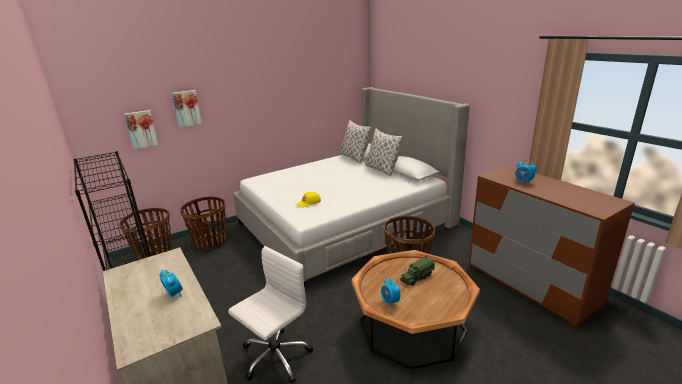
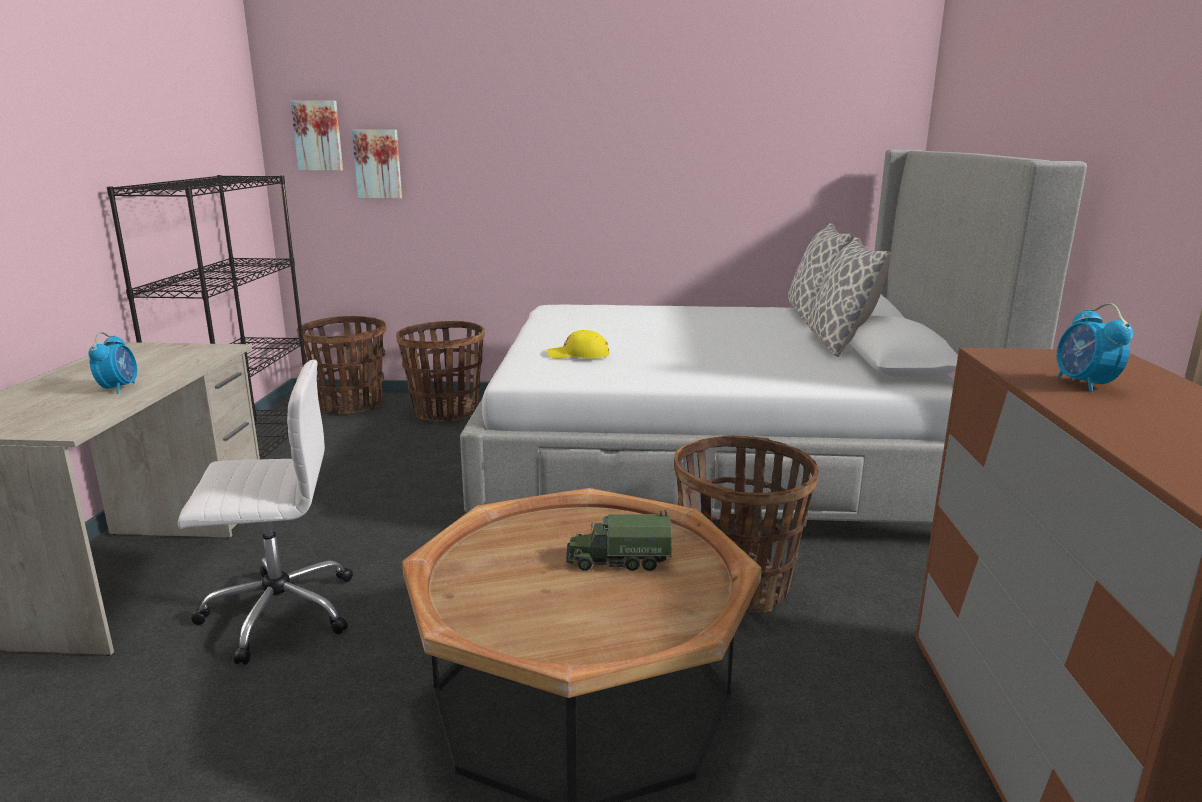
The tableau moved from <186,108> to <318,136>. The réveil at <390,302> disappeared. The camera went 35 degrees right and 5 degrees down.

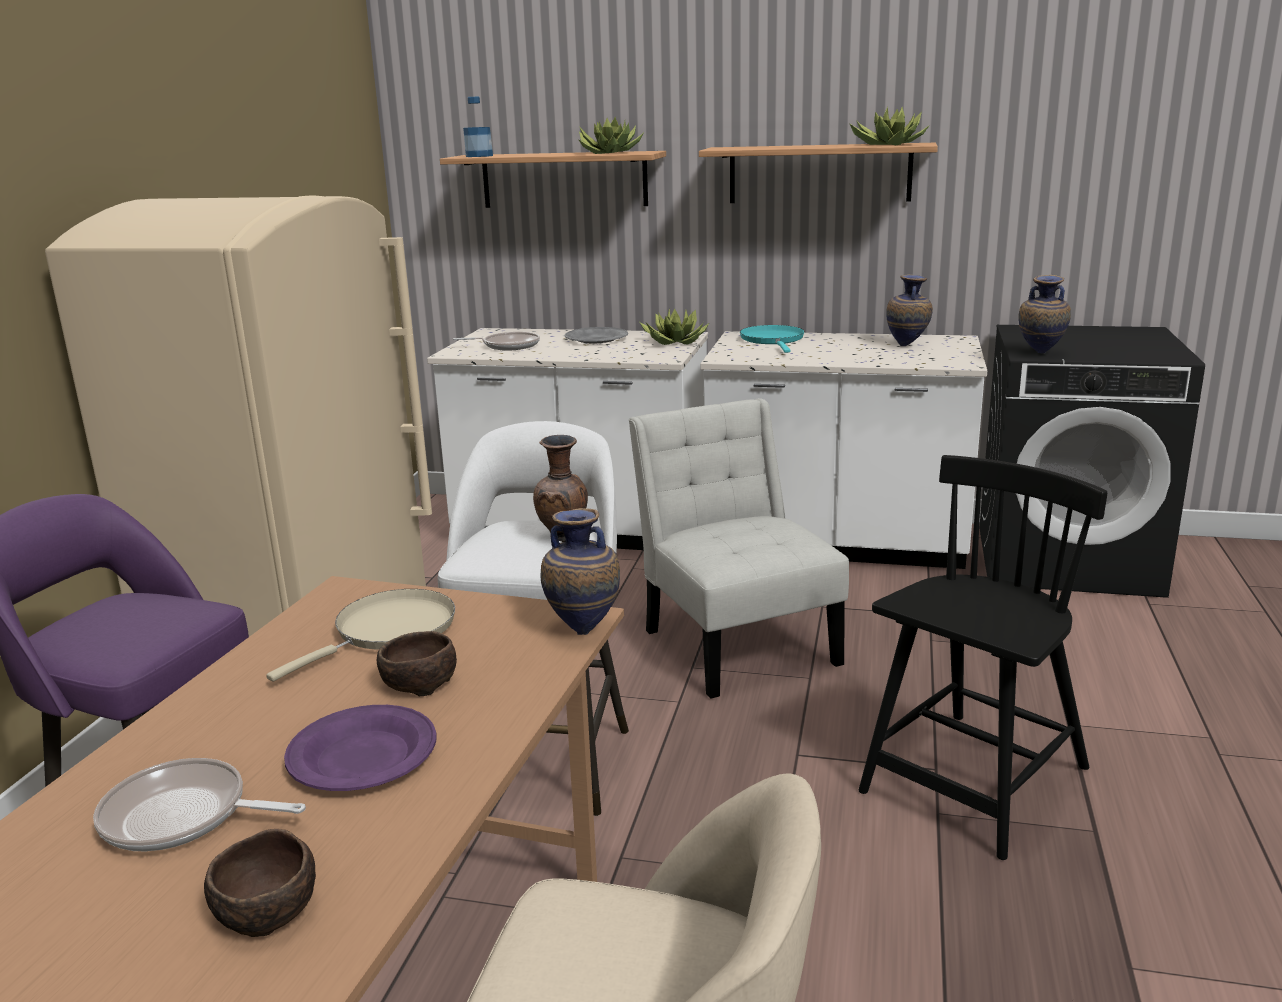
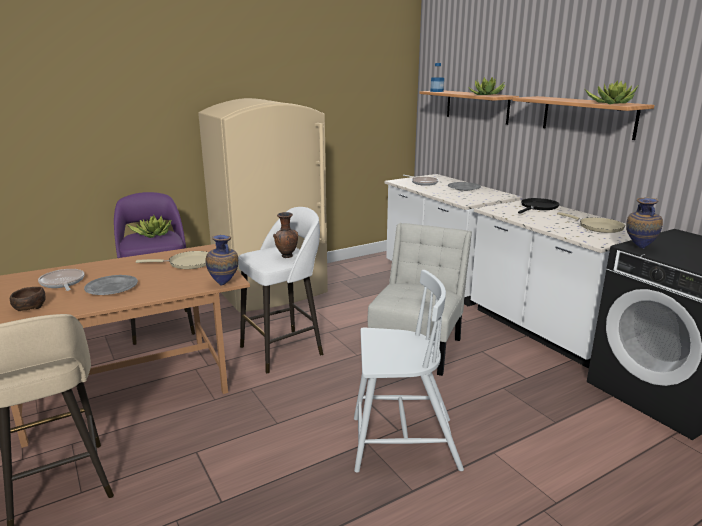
The assiette [violet] at <362,755> became the assiette [gris] at <111,288>. The bol [marron] at <418,683> disappeared. The plante en pot moved from <673,342> to <153,234>. The poêle [turquoise] at <773,340> became the poêle [noir] at <538,207>. The chaise [noir] at <974,783> became the chaise [blanc] at <402,443>. The vase at <907,346> was replaced by the poêle [beige] at <597,227>. The camera went 45 degrees right and 0 degrees up.

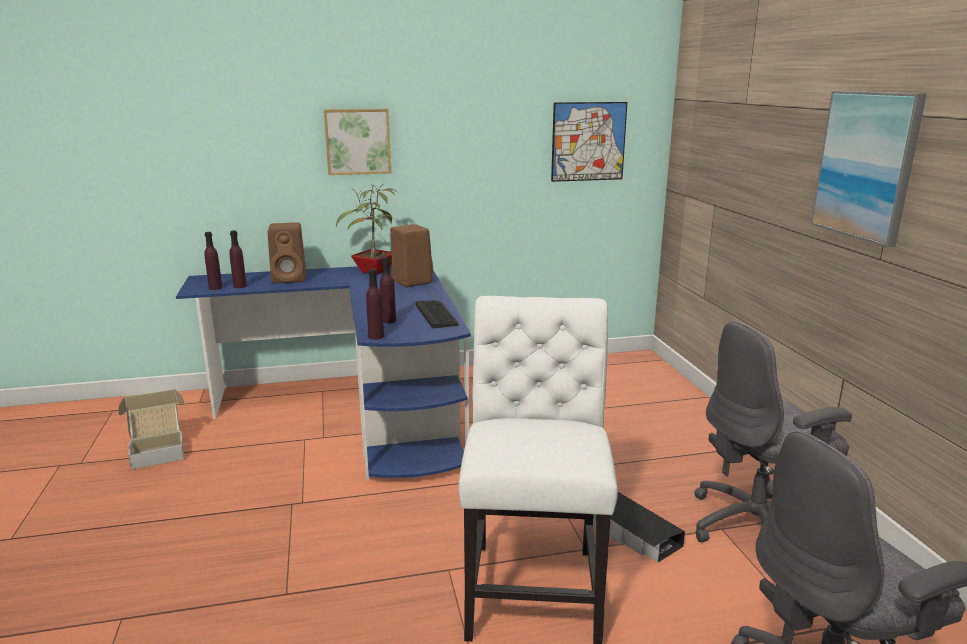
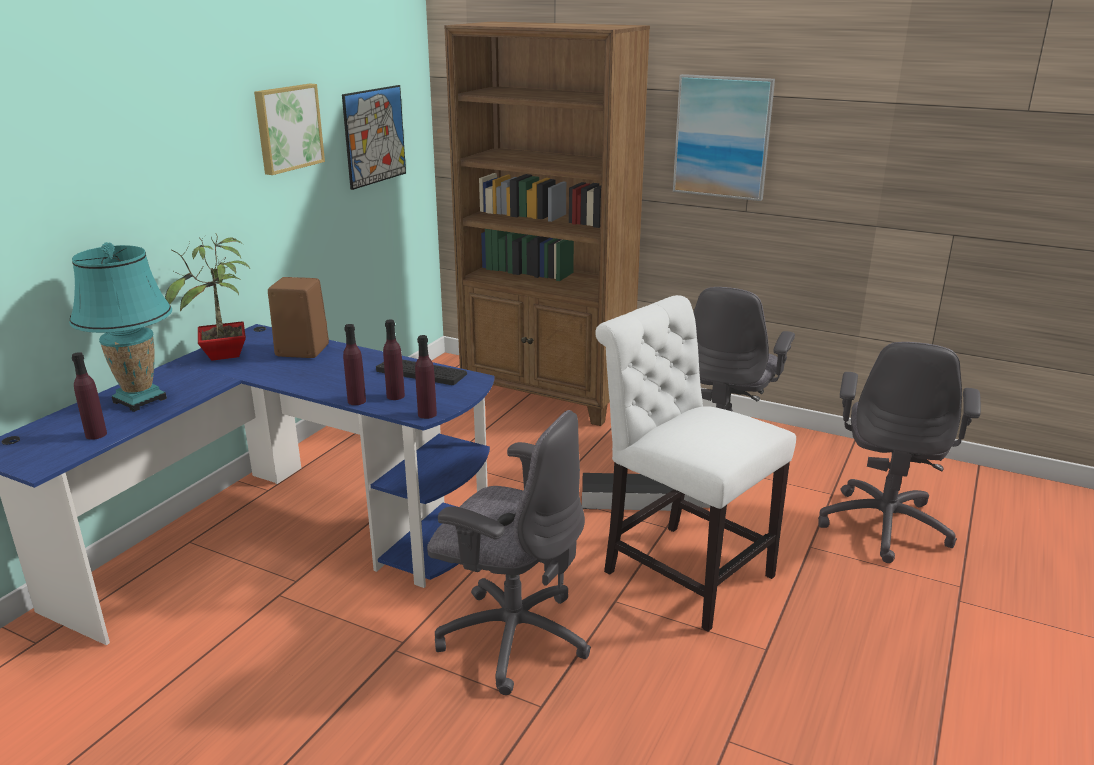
The carton at <158,450> disappeared. The bouteille [violet] moved from <215,288> to <356,401>. The enceinte [marron] at <290,278> was replaced by the lampe de table [turquoise] at <140,400>. The tableau moved from <357,141> to <287,128>. The chaise de bureau [gris] at <512,636> appeared. The bibliothèque [marron] at <548,396> appeared. The camera went 50 degrees left and 5 degrees up.

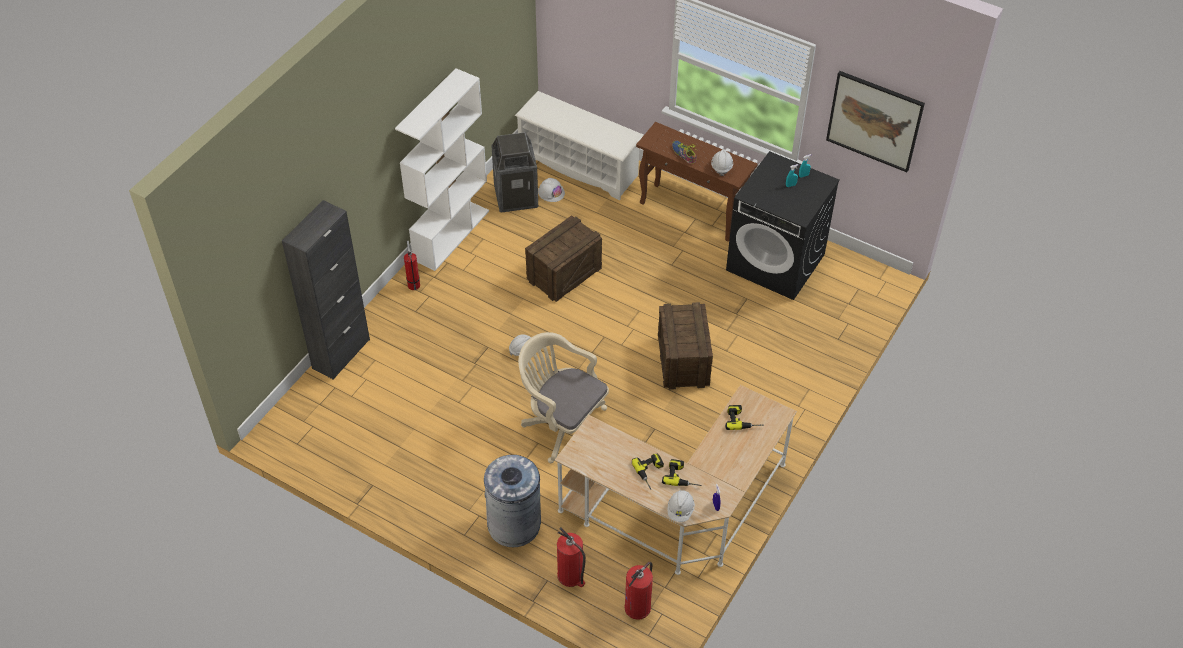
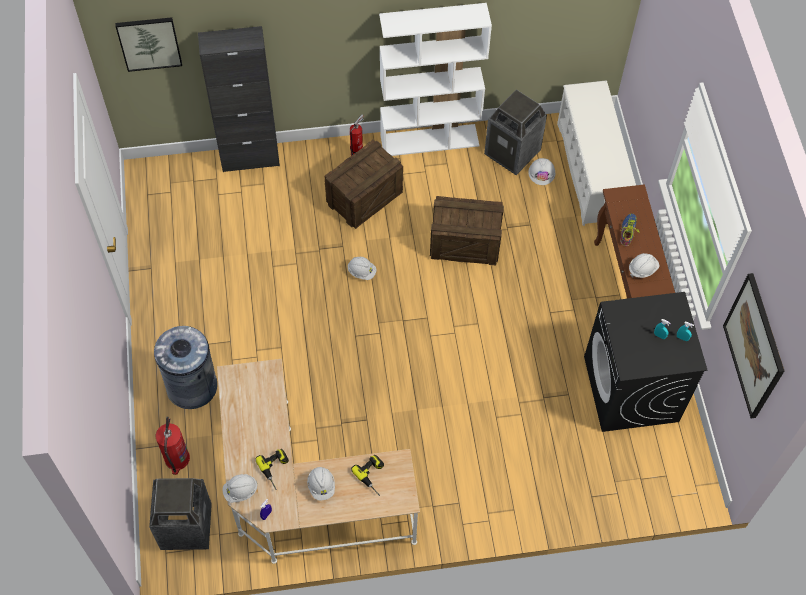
The chaise de bureau [beige] at <563,426> disappeared. The extincteur at <638,607> was replaced by the poubelle at <186,527>. The perceuse at <651,473> disappeared. The caisse moved from <683,361> to <364,198>. The tableau at <149,43> appeared. The casque de chantier [blanc] at <321,486> appeared. The camera went 50 degrees right and 10 degrees up.

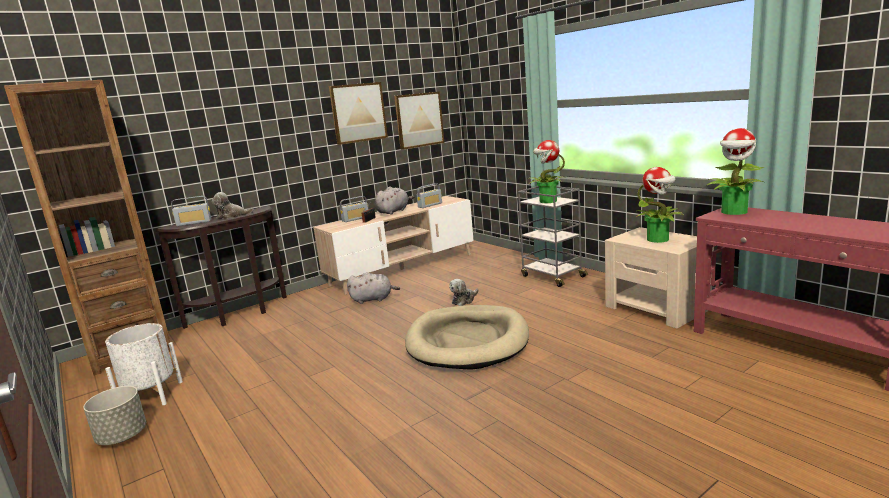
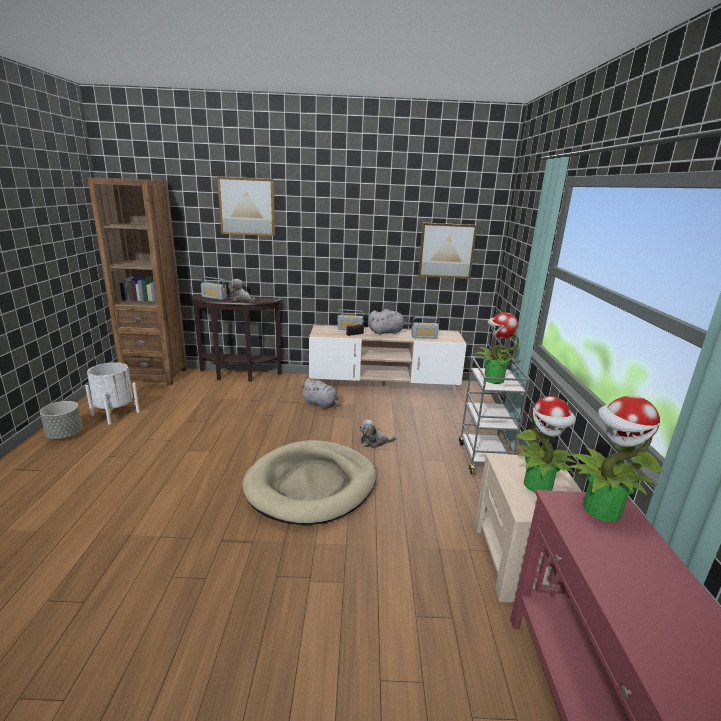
The tableau moved from <358,113> to <247,206>. The camera went 35 degrees right and 5 degrees up.

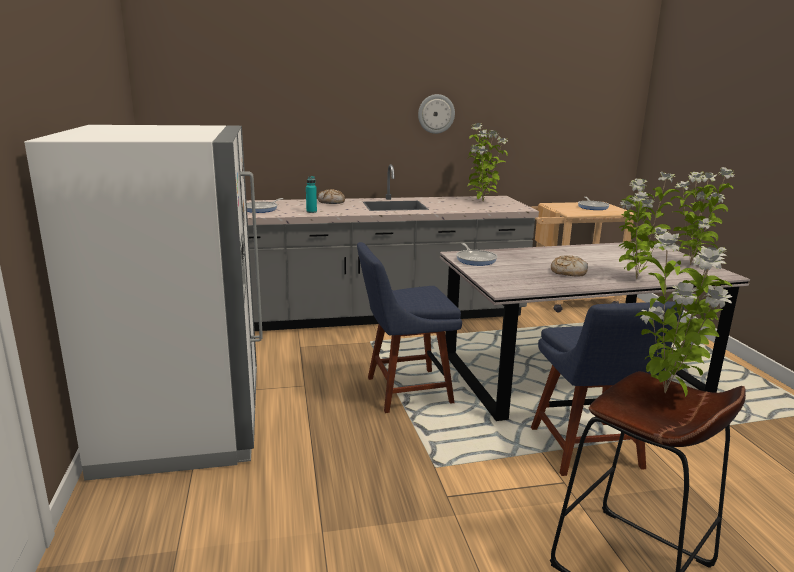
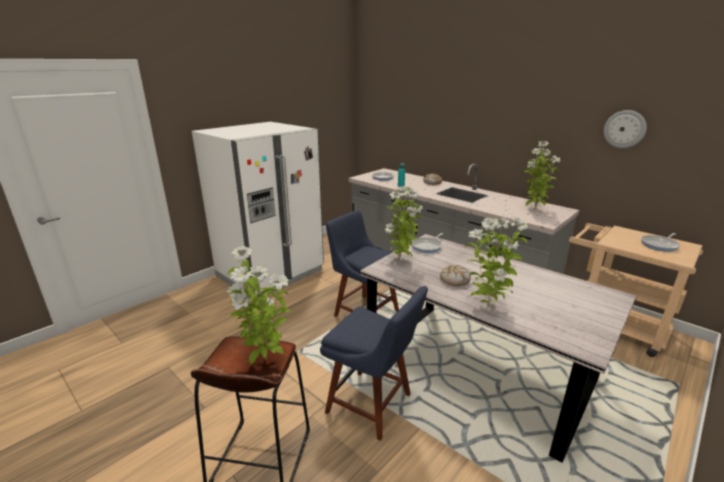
The horloge murale moved from <436,114> to <624,129>. The chaise [bleu] at <588,451> turned 105 degrees counterclockwise. The plante en pot moved from <690,264> to <400,260>. The camera went 55 degrees right and 5 degrees up.

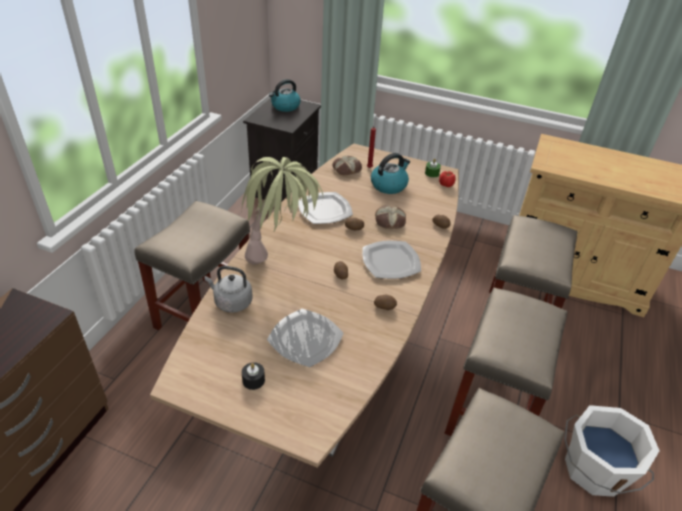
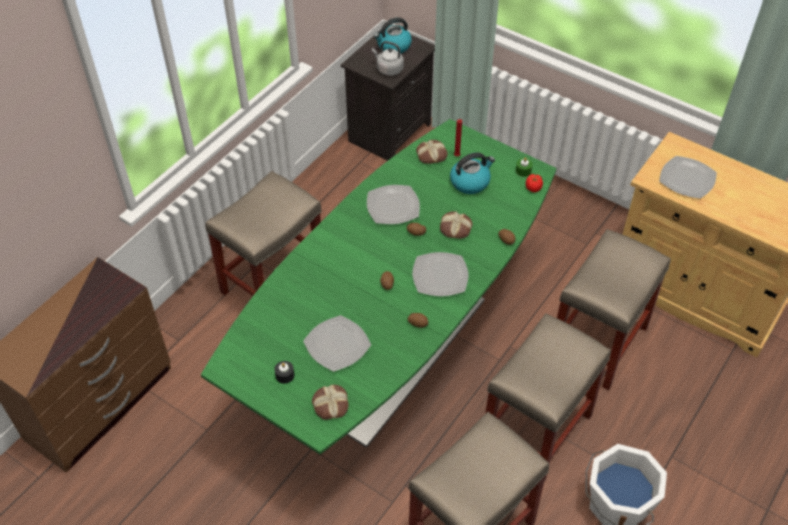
The table à manger [marron] at <335,355> became the table à manger [vert] at <394,349>. The bouilloire [gris] moved from <231,302> to <388,69>. The plante en pot at <281,255> disappeared. The pain at <330,404> appeared. The assiette at <687,179> appeared. The camera went 15 degrees right and 10 degrees up.

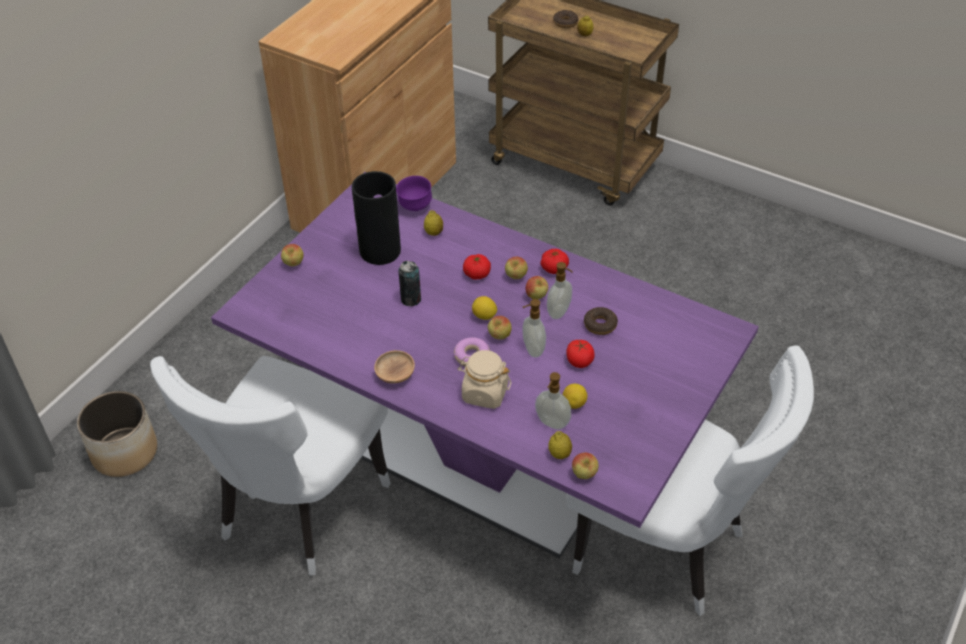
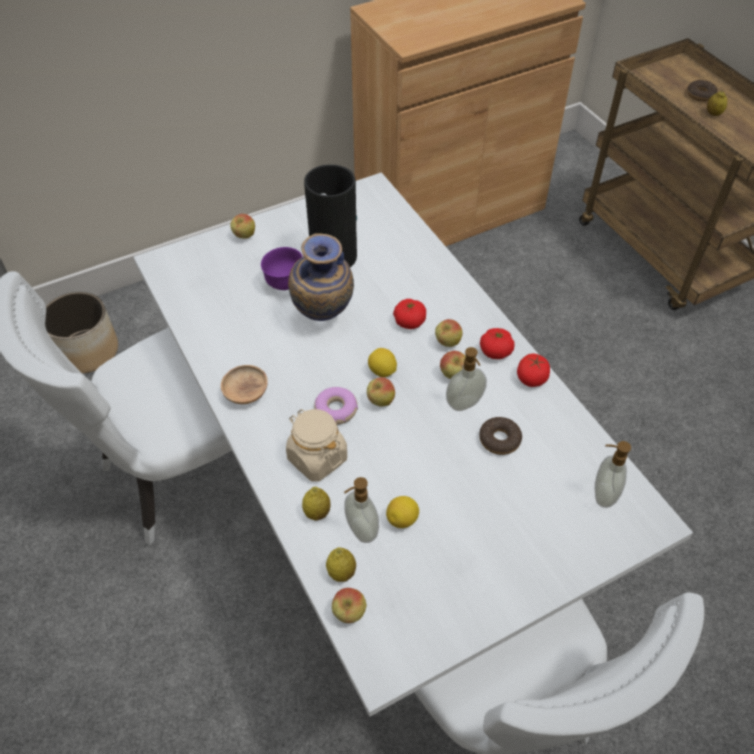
The table à manger [violet] at <484,457> became the table à manger [blanc] at <377,509>. The bol [violet] moved from <415,207> to <285,284>. The boîte métallique at <411,299> was replaced by the vase at <323,320>. The citron moved from <433,233> to <317,512>. The distributeur de savon moved from <532,349> to <602,494>. The tomate moved from <579,360> to <532,378>. The camera went 30 degrees right and 5 degrees up.

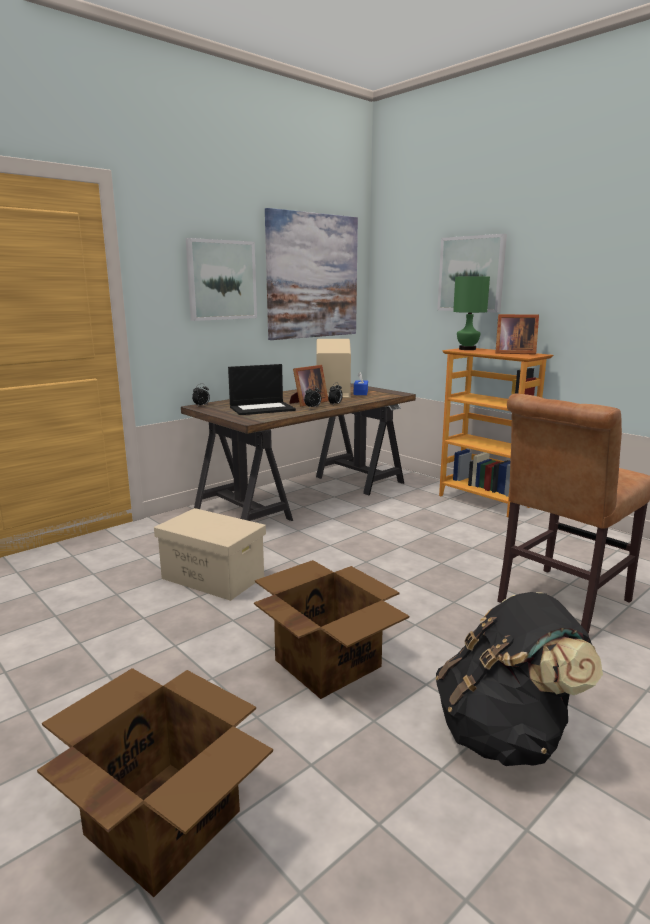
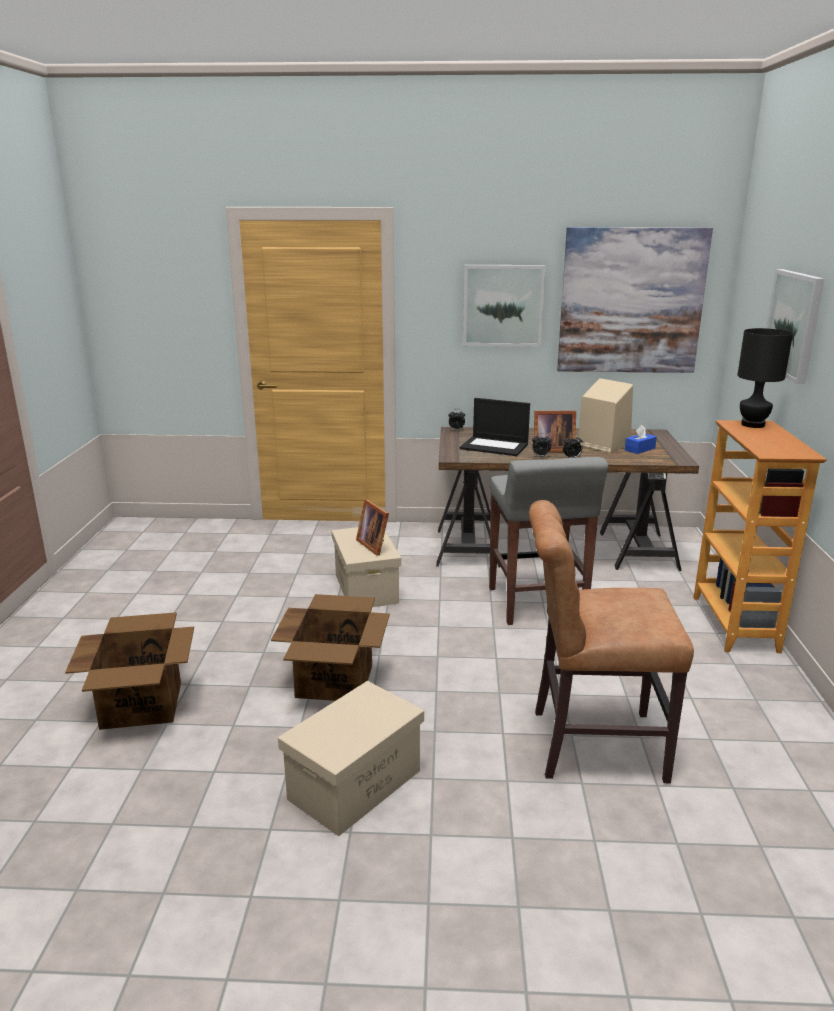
The sac à dos [noir] at <505,734> was replaced by the boîte de rangement [beige] at <354,785>. The lampe de table [vert] at <467,349> became the lampe de table [noir] at <752,425>. The cadre photo moved from <513,353> to <374,545>. The tabouret [gris] at <536,604> appeared. The camera went 45 degrees right and 5 degrees up.

